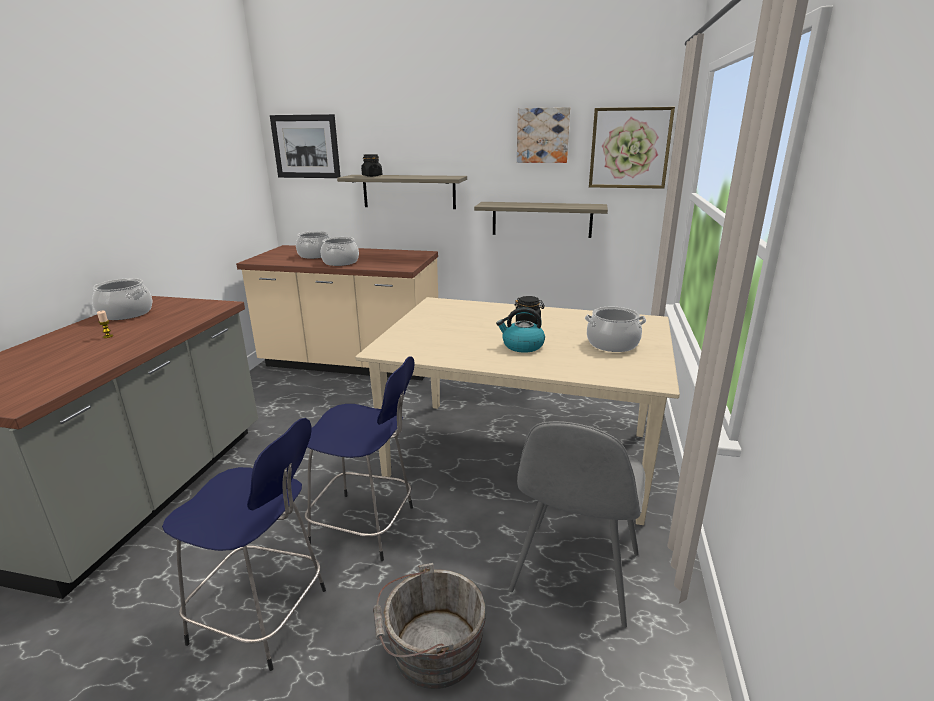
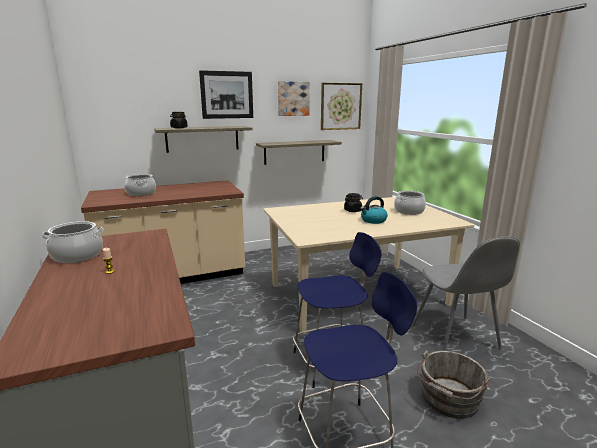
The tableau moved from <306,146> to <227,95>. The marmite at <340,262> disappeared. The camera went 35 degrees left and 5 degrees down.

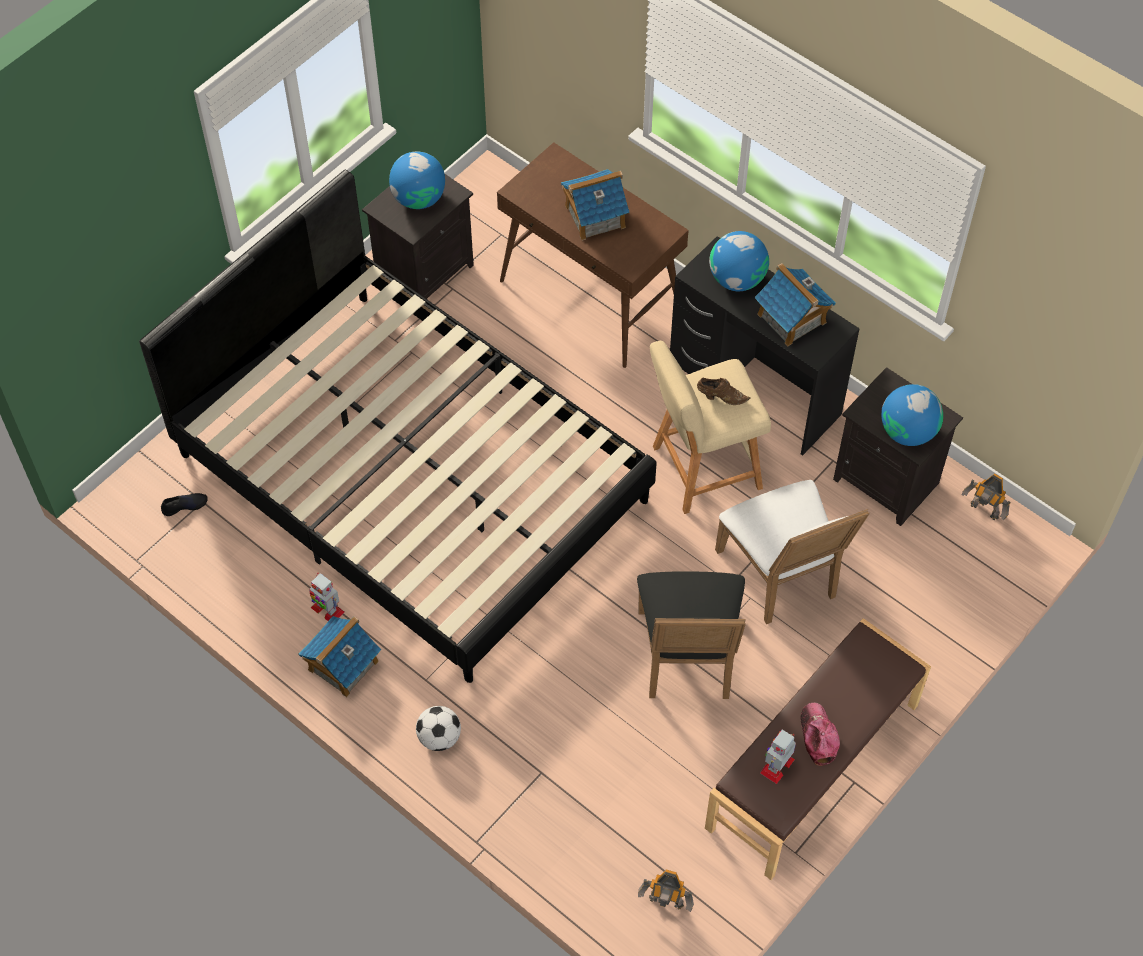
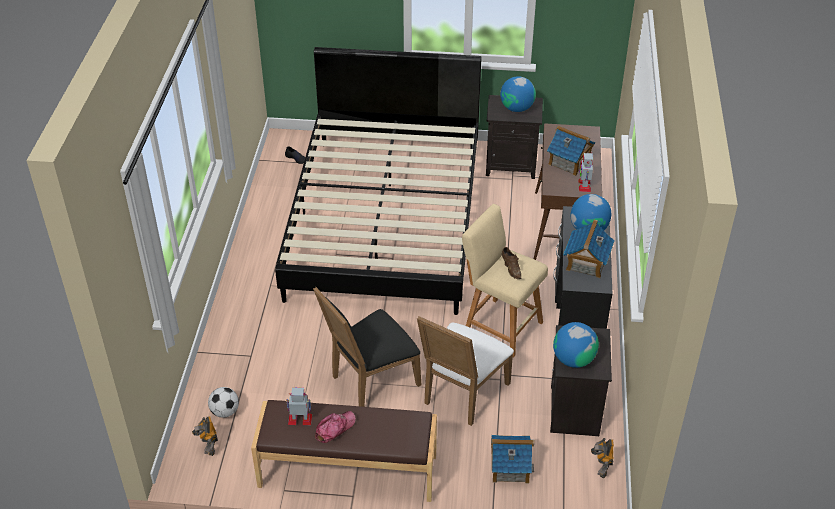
The maison miniature moved from <342,666> to <510,467>. The robot jouet moved from <327,609> to <584,185>. The ballon de foot moved from <439,738> to <225,412>. The camera went 55 degrees right and 15 degrees down.

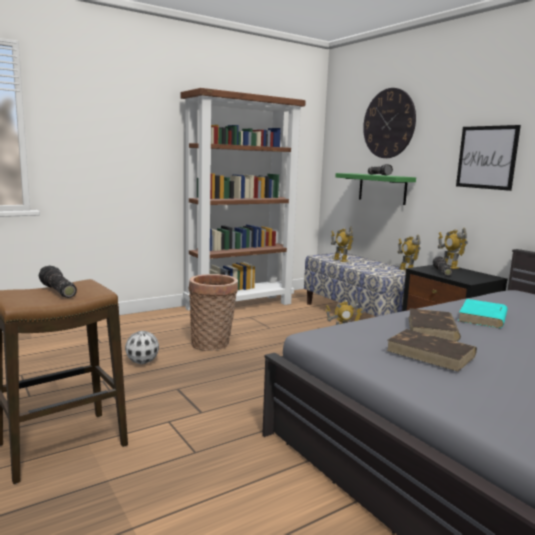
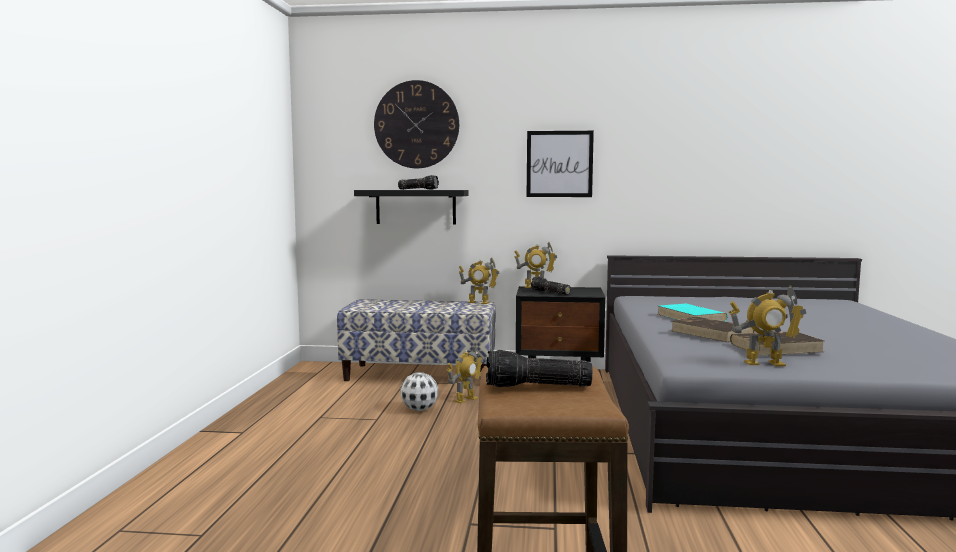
The ballon de foot moved from <142,362> to <419,409>. The bibliothèque [marron] at <240,305> disappeared. The panier at <213,344> disappeared. The robot jouet moved from <340,260> to <764,363>. The étagère [vert] at <382,188> became the étagère [noir] at <415,207>. The camera went 50 degrees left and 5 degrees down.

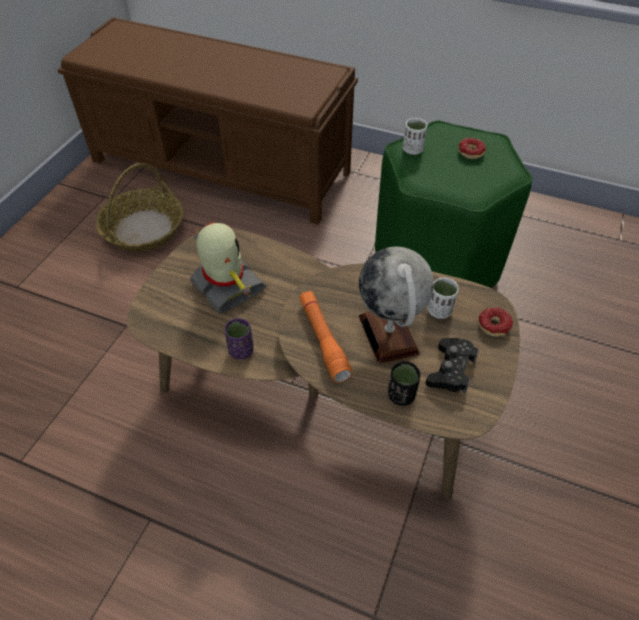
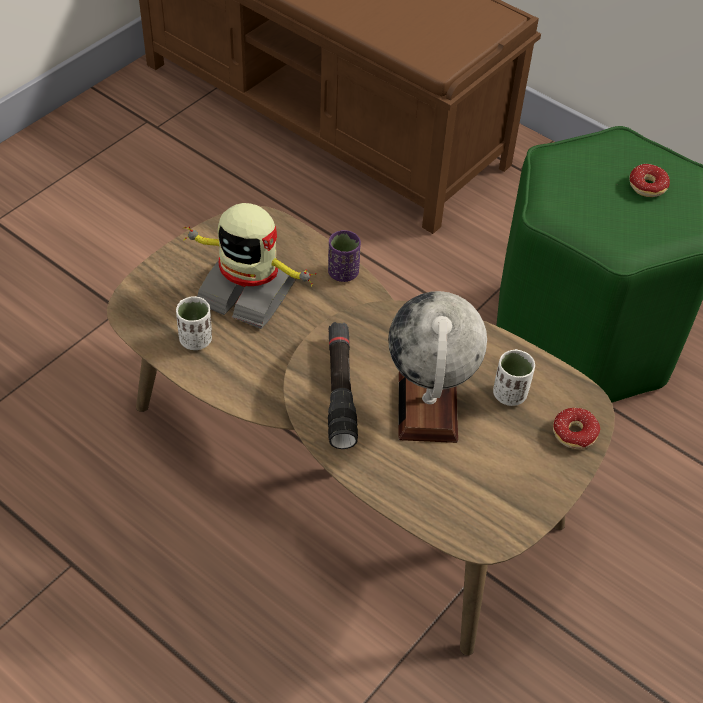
The panier at <143,229> disappeared. The robot jouet at <227,287> turned 135 degrees clockwise. The tasse [violet] moved from <241,350> to <343,273>. The lampe de poche [orange] at <323,340> became the lampe de poche [noir] at <340,390>. The tasse [noir] at <401,395> disappeared. The tasse [blanc] moved from <412,150> to <196,340>. The manette [noir] at <451,370> disappeared. The camera went 15 degrees right and 0 degrees up.

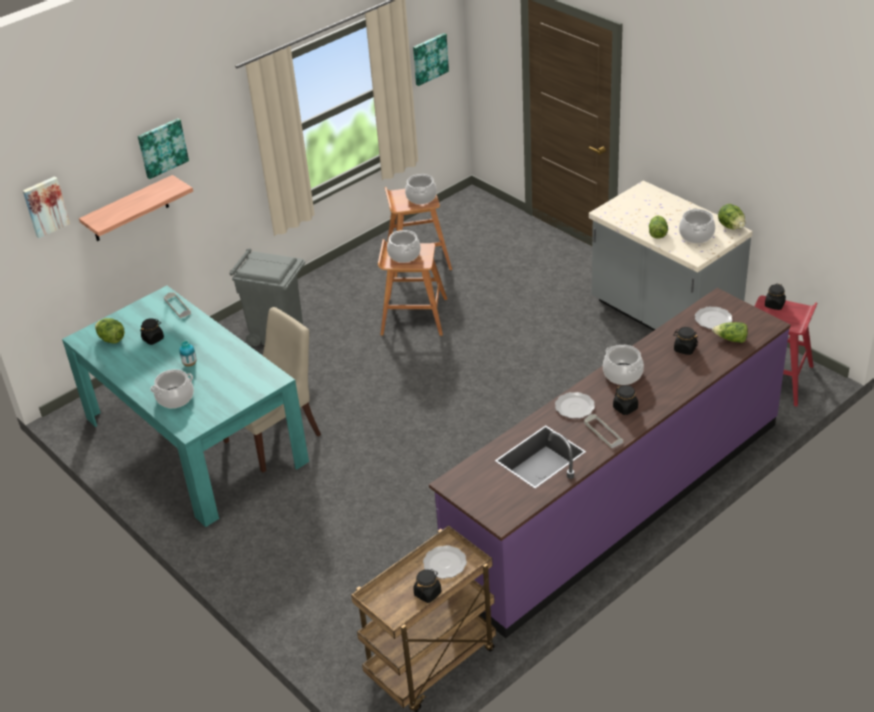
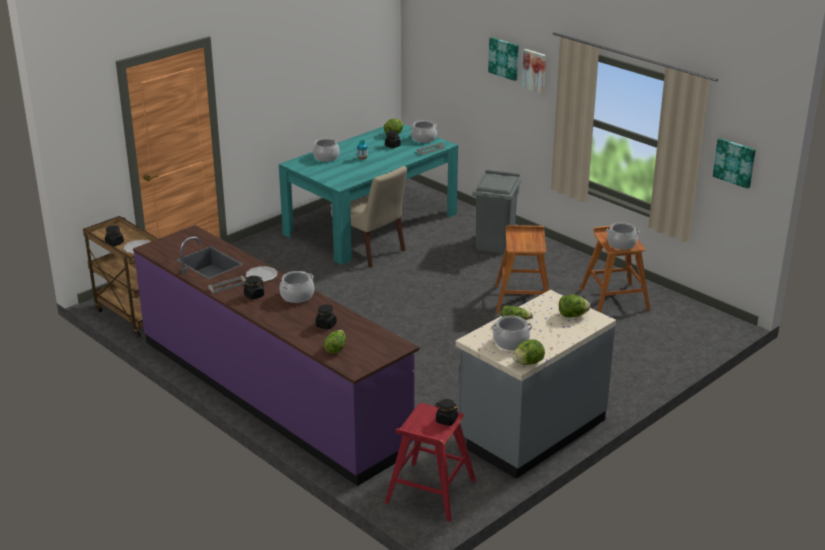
The tableau moved from <45,206> to <535,71>. The étagère at <129,209> disappeared. The marmite moved from <404,255> to <423,139>. The assiette at <712,319> disappeared. The laitue at <572,315> appeared. The camera went 85 degrees right and 10 degrees down.

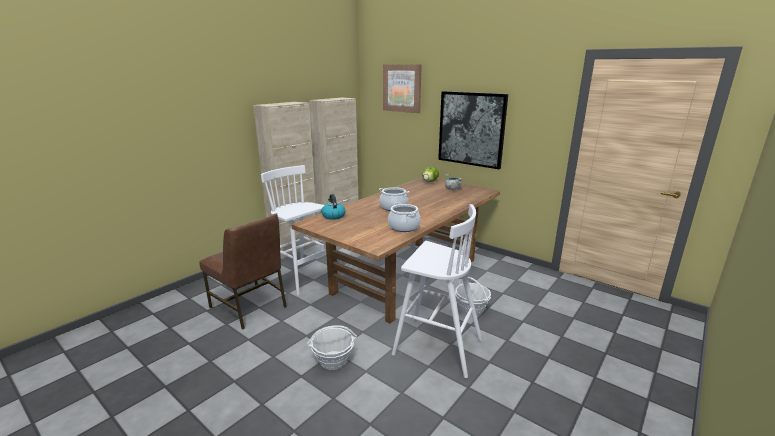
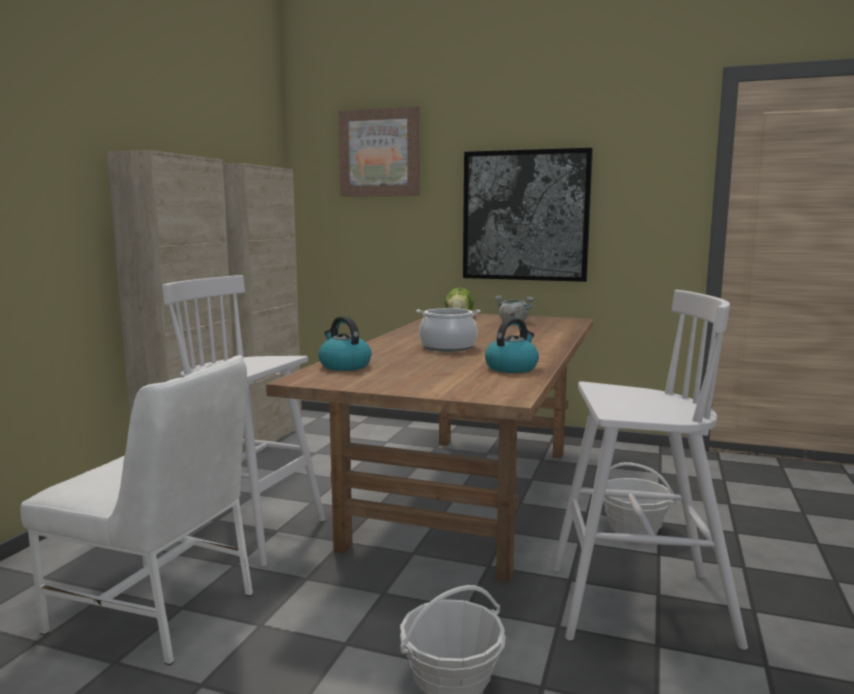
The chaise [marron] at <249,307> became the chaise [blanc] at <156,612>. The marmite at <404,227> was replaced by the bouilloire at <511,368>. The camera went 20 degrees left and 10 degrees down.

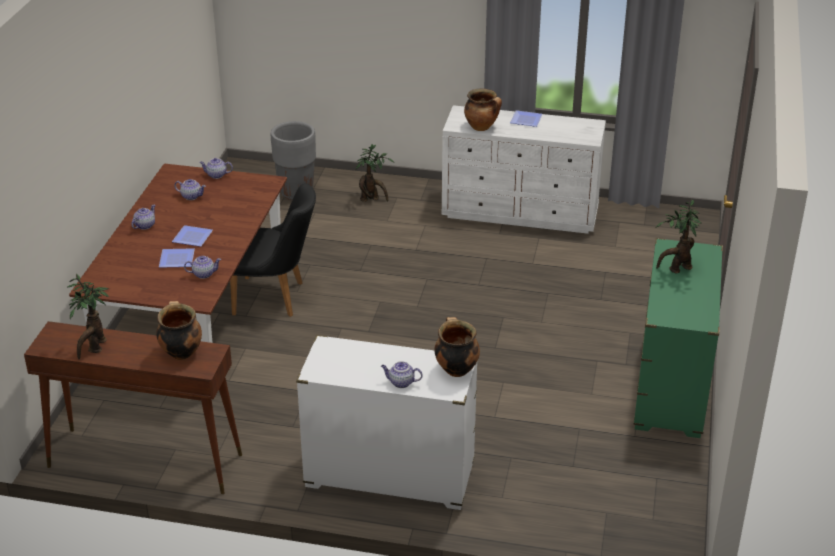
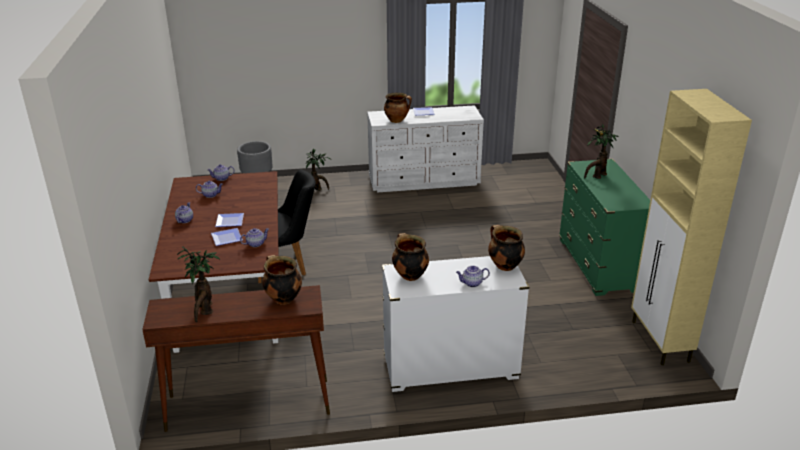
The marmite at <409,275> appeared. The meuble de rangement [beige] at <660,342> appeared. The camera went 20 degrees left and 5 degrees down.

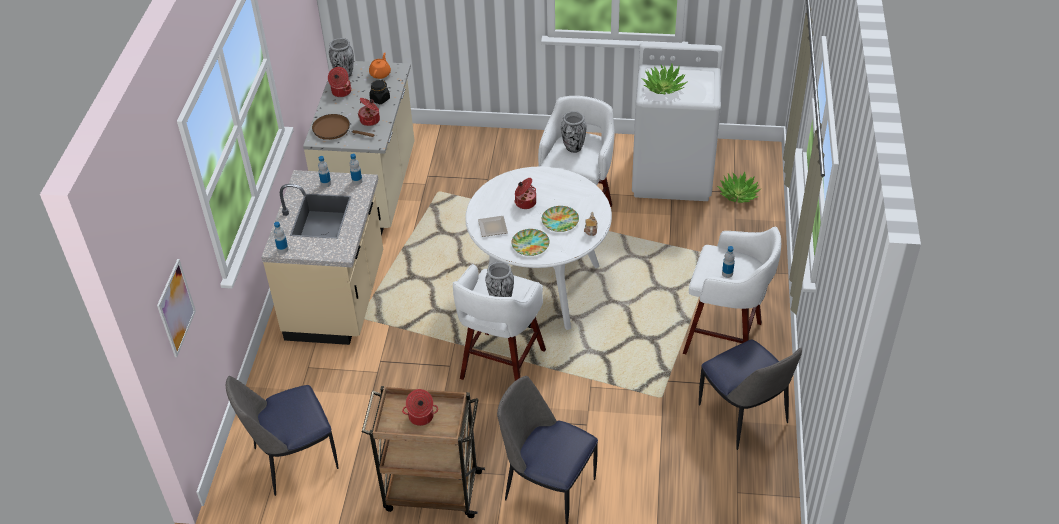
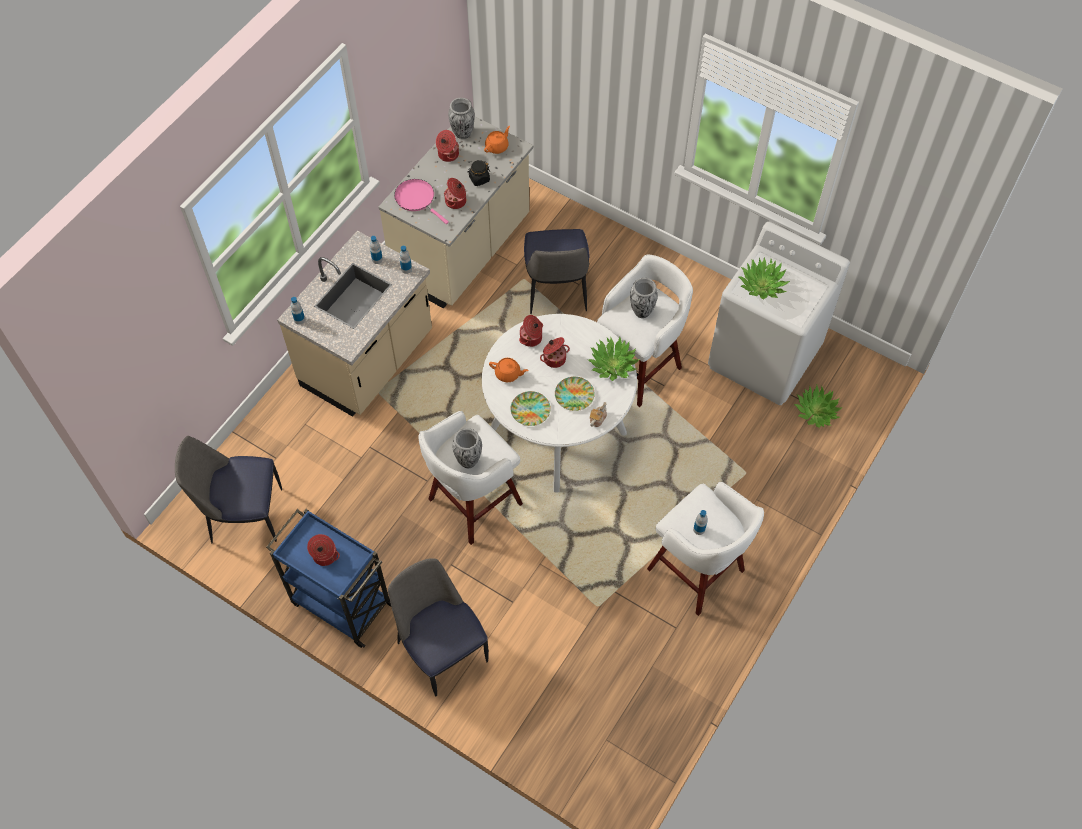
The tableau at <176,308> disappeared. The poêle [marron] at <334,130> became the poêle [rose] at <417,199>. The chariot [marron] at <431,491> became the chariot [bleu] at <340,603>. The assiette at <493,227> was replaced by the théière [orange] at <508,374>. The chaise moved from <744,416> to <556,291>. The marmite at <531,338> appeared. The plante en pot at <612,364> appeared. The camera went 25 degrees right and 15 degrees up.

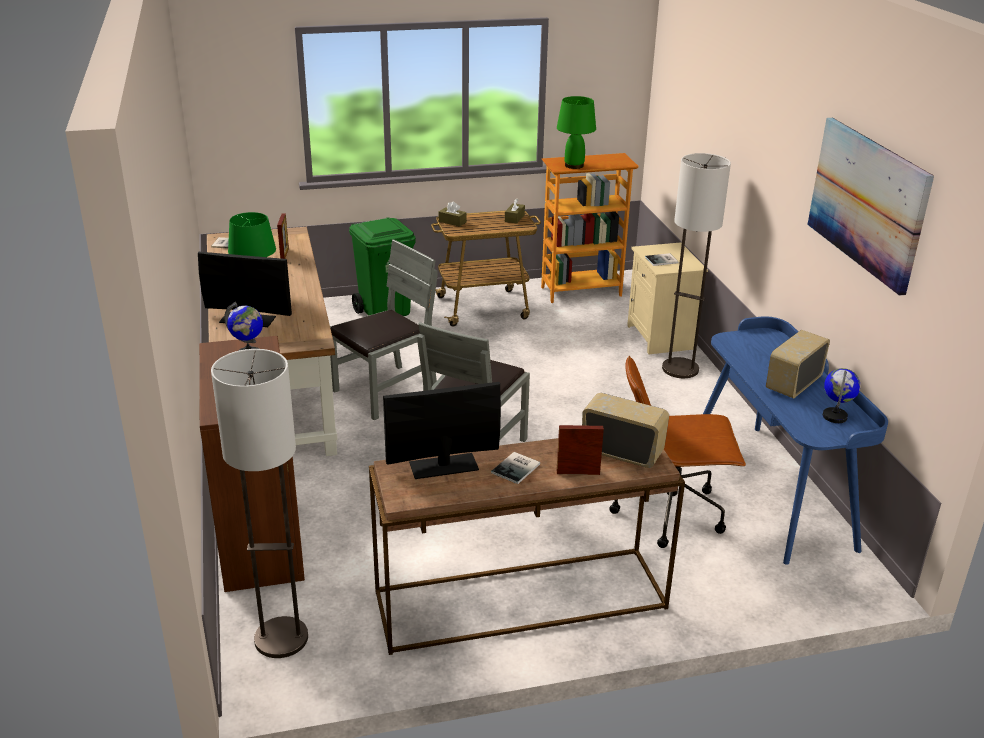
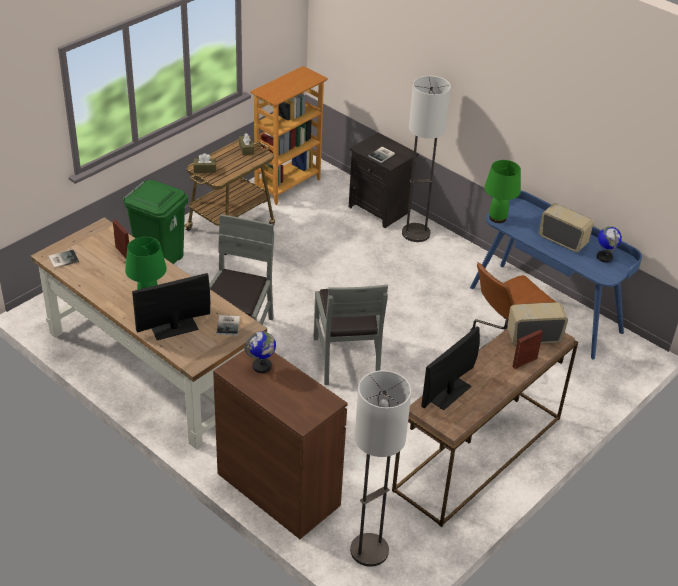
The livre moved from <517,468> to <229,325>. The lampe de table [vert] moved from <574,165> to <497,218>. The table de chevet [beige] at <661,337> became the table de chevet [noir] at <380,209>. The radio at <792,384> turned 120 degrees clockwise. The tableau at <867,202> disappeared. The camera went 35 degrees left and 10 degrees up.

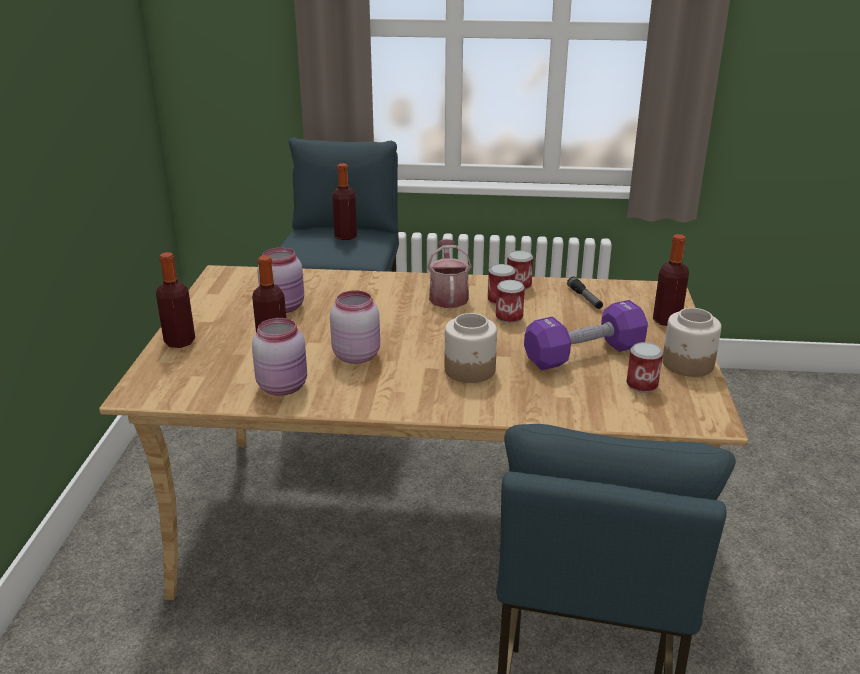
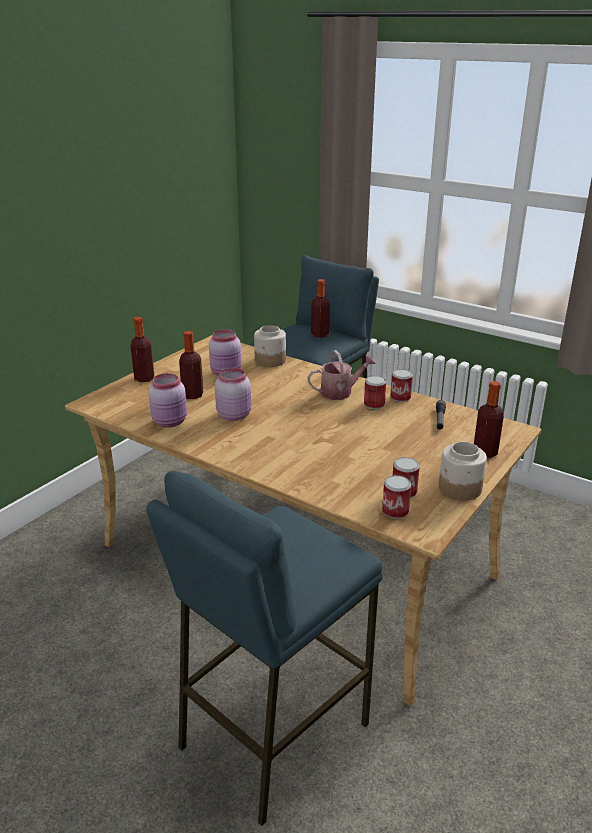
The arrosoir at <448,296> turned 45 degrees clockwise. The bocal moved from <470,370> to <270,361>. The boîte métallique moved from <509,317> to <395,511>. The haltère [violet] at <584,354> disappeared. The camera went 30 degrees right and 0 degrees up.

